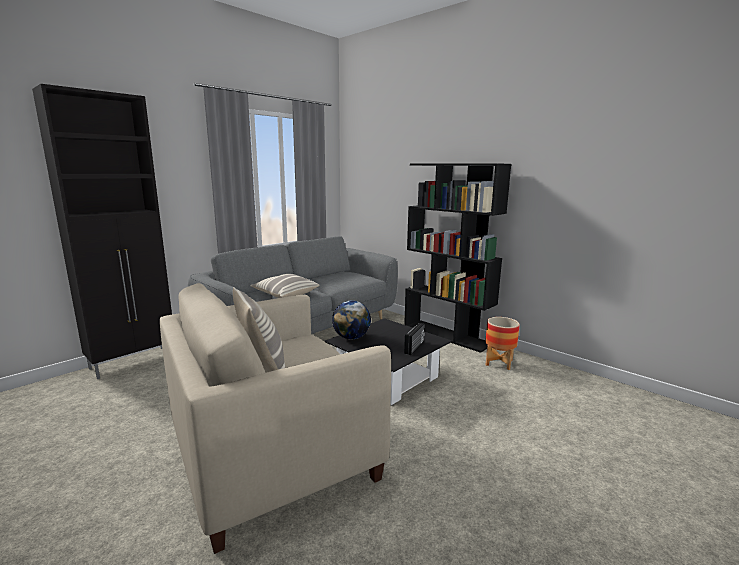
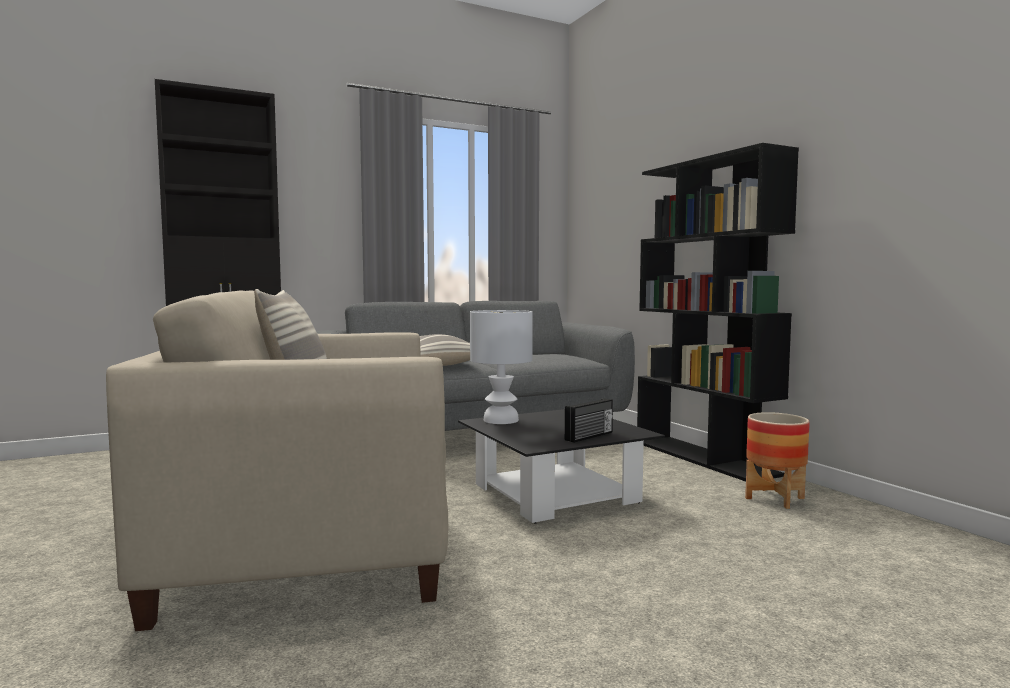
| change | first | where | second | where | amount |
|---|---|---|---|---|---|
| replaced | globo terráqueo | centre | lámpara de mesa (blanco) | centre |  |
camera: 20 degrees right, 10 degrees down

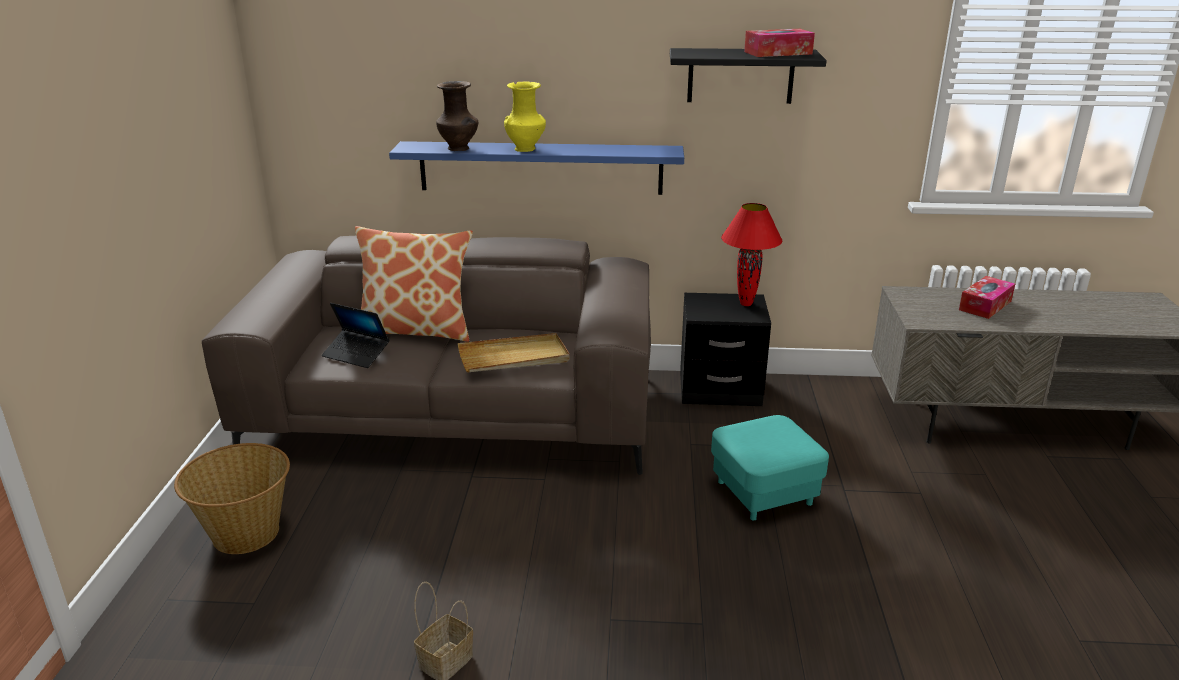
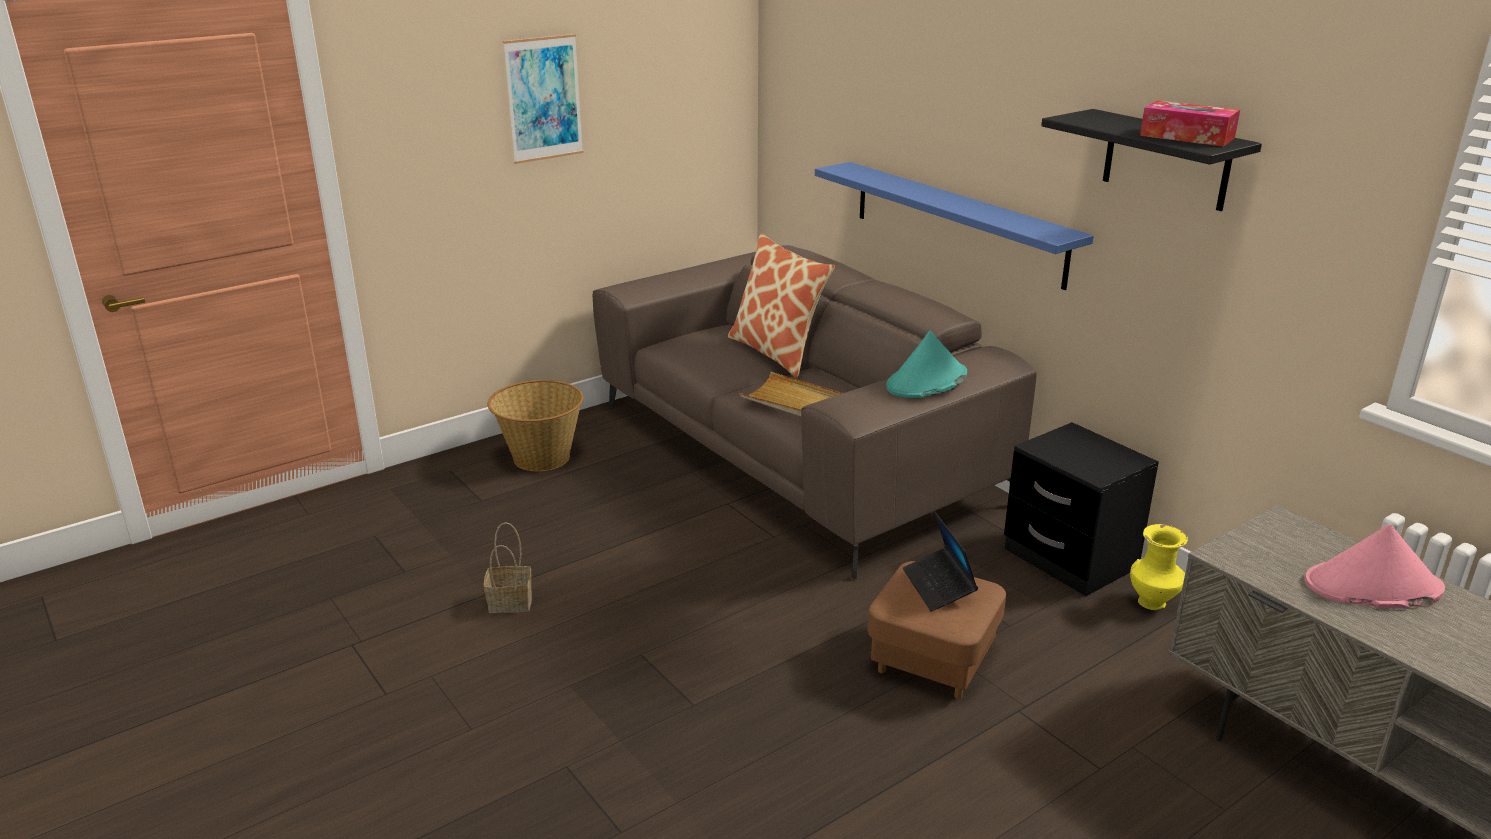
| change | first | where | second | where | amount |
|---|---|---|---|---|---|
| removed | florero (marrón) | top centre |  |  |  |
| removed | lámpara de mesa (rojo) | centre |  |  |  |
| added |  |  | cuadro | top centre |  |
| added |  |  | sombrero (turquesa) | centre |  |
| moved | portátil | middle left |  | bottom centre |  |
| moved | florero (amarillo) | top centre |  | bottom right |  |
| replaced | caja de pañuelos (2nd from left) | middle right | sombrero (rosa) | bottom right |  |
| recoloured | puf (turquesa) | bottom centre | puf (marrón) | bottom centre |  |
camera: 50 degrees right, 0 degrees up

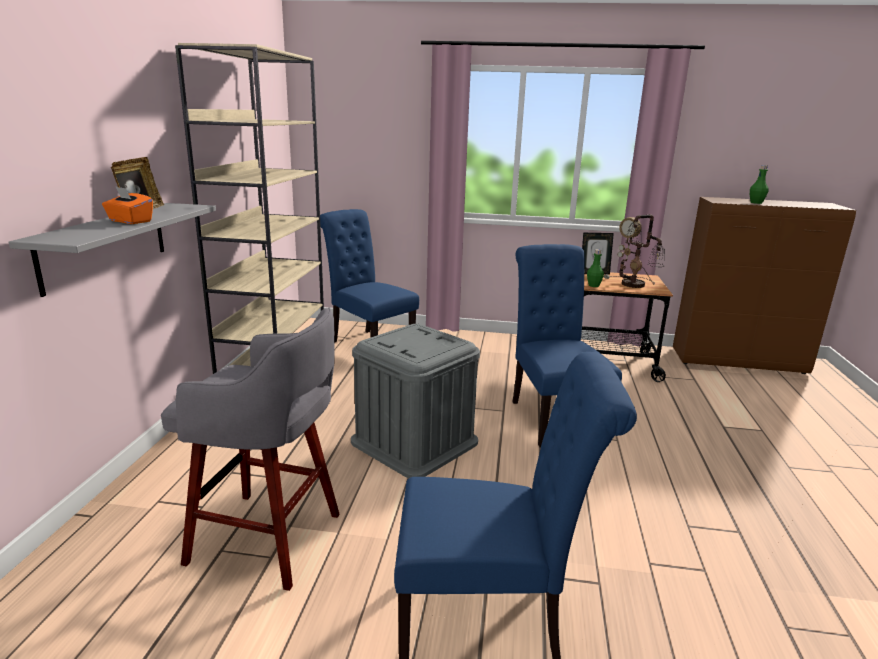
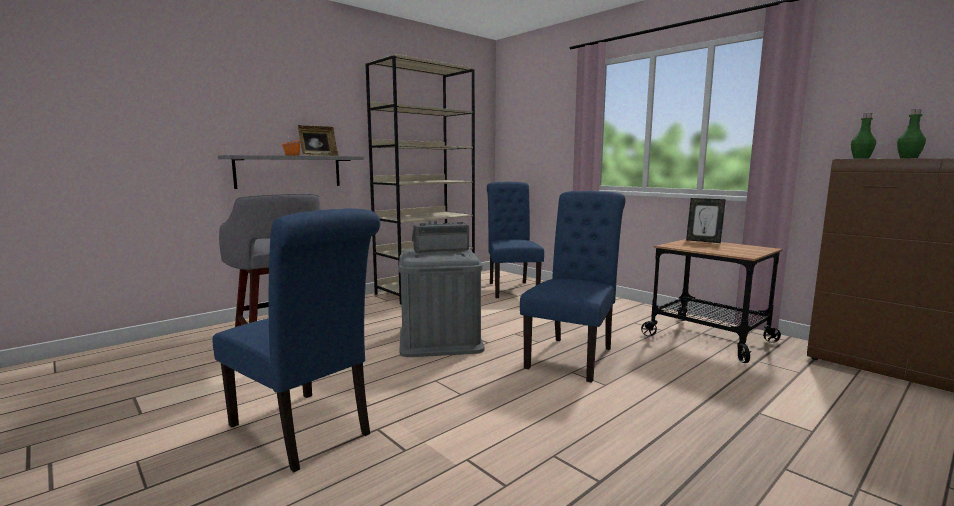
| change | first | where | second | where | amount |
|---|---|---|---|---|---|
| removed | lámpara de mesa | middle right |  |  |  |
| added |  |  | radio | centre |  |
| moved | botella (verde) (1st from left) | middle right |  | top right |  |
camera: 40 degrees right, 10 degrees down

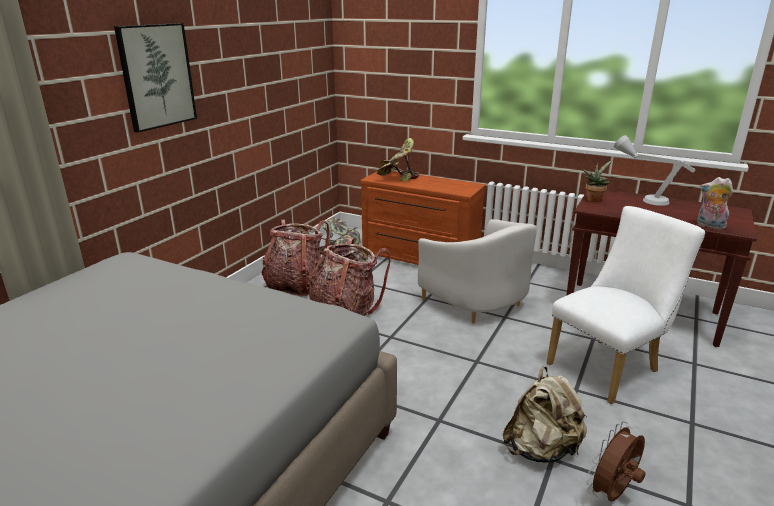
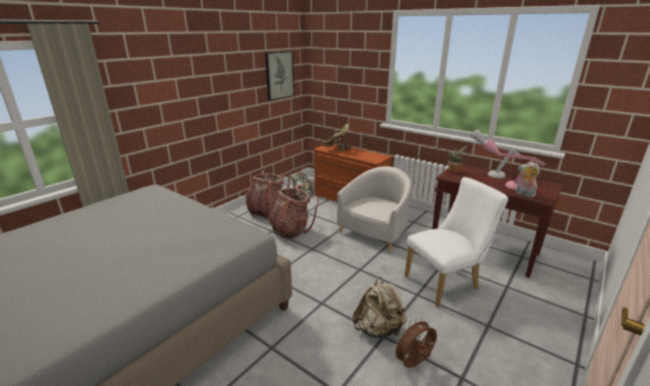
| change | first | where | second | where | amount |
|---|---|---|---|---|---|
| added |  |  | lámpara de mesa (rosa) | middle right |  |
| moved | cuadro | top left |  | top centre |  |
| turned | sillón (blanco) | centre |  | centre | 120 degrees counterclockwise |
camera: 10 degrees right, 0 degrees up

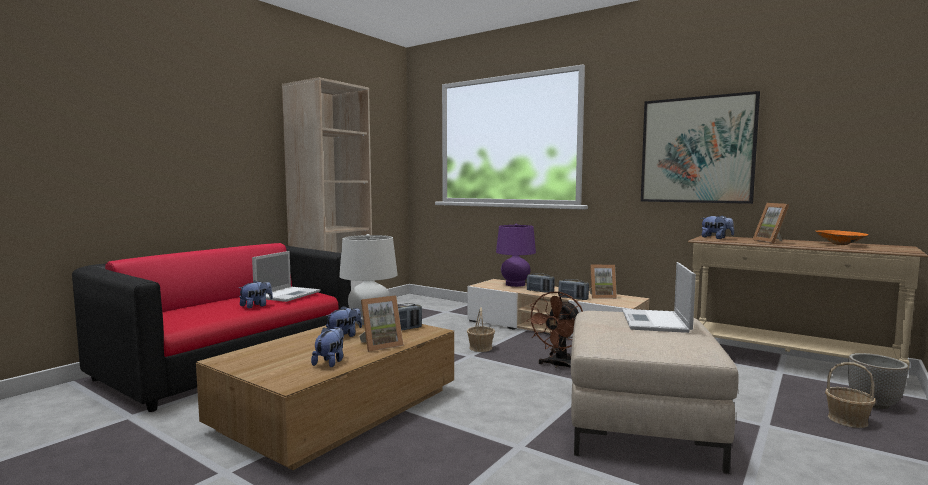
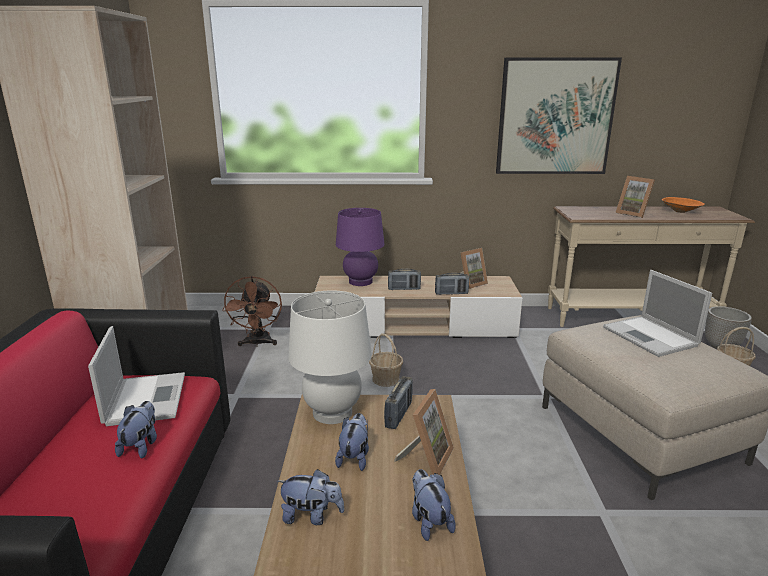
| change | first | where | second | where | amount |
|---|---|---|---|---|---|
| moved | ventilador (marrón) | bottom centre |  | middle left |  |
| moved | peluche (4th from left in the first image) | middle right | peluche (2nd from left) | bottom centre |  |
camera: 35 degrees left, 15 degrees up

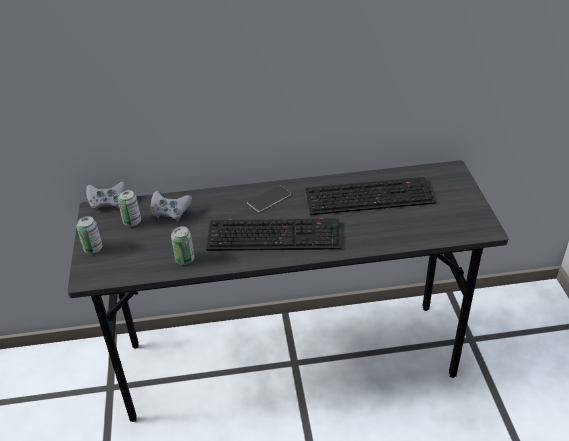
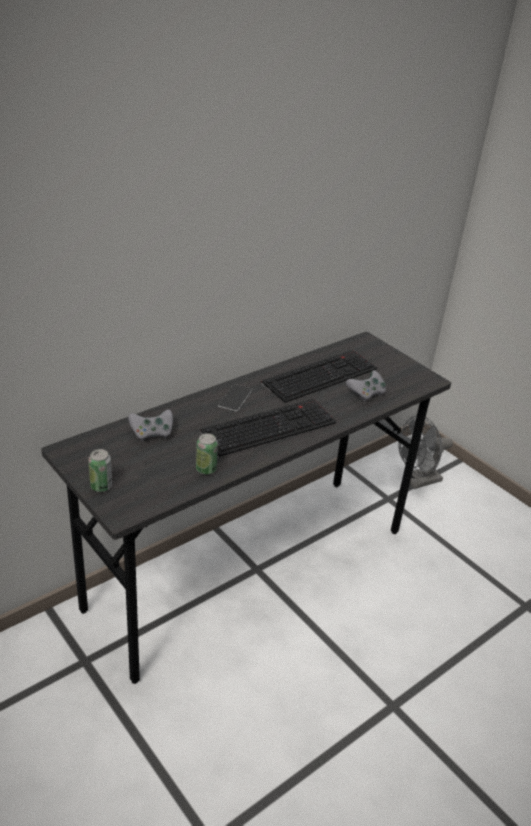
| change | first | where | second | where | amount |
|---|---|---|---|---|---|
| removed | lata (2nd from left) | middle left |  |  |  |
| added |  |  | ventilador (gris) | middle right |  |
| moved | mando de consola (gris) (1st from left in the first image) | middle left | mando de consola (gris) (2nd from left) | middle right |  |
camera: 35 degrees left, 5 degrees down

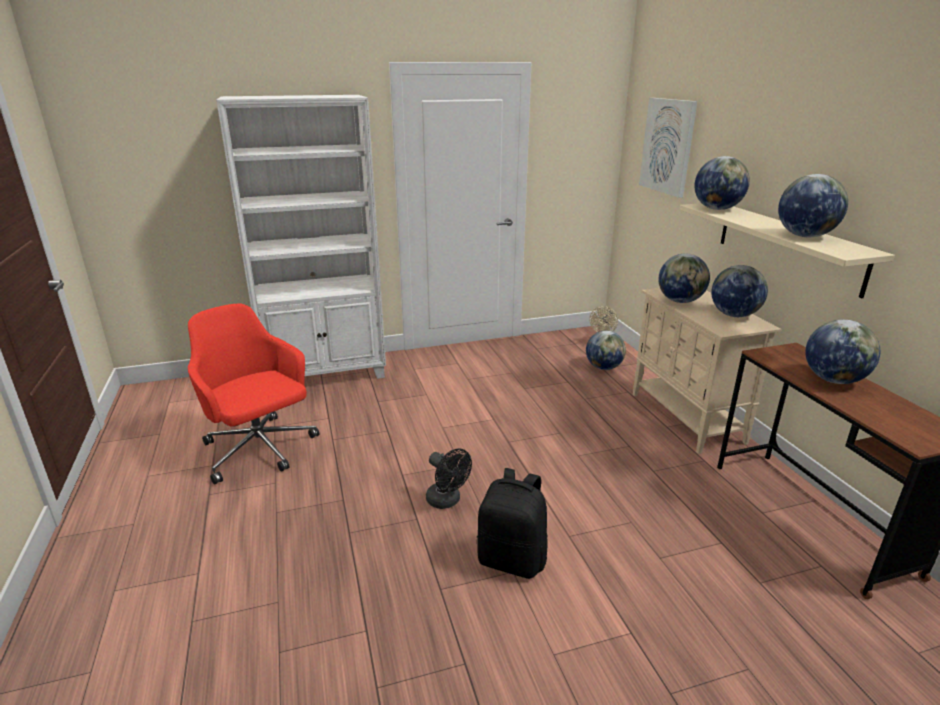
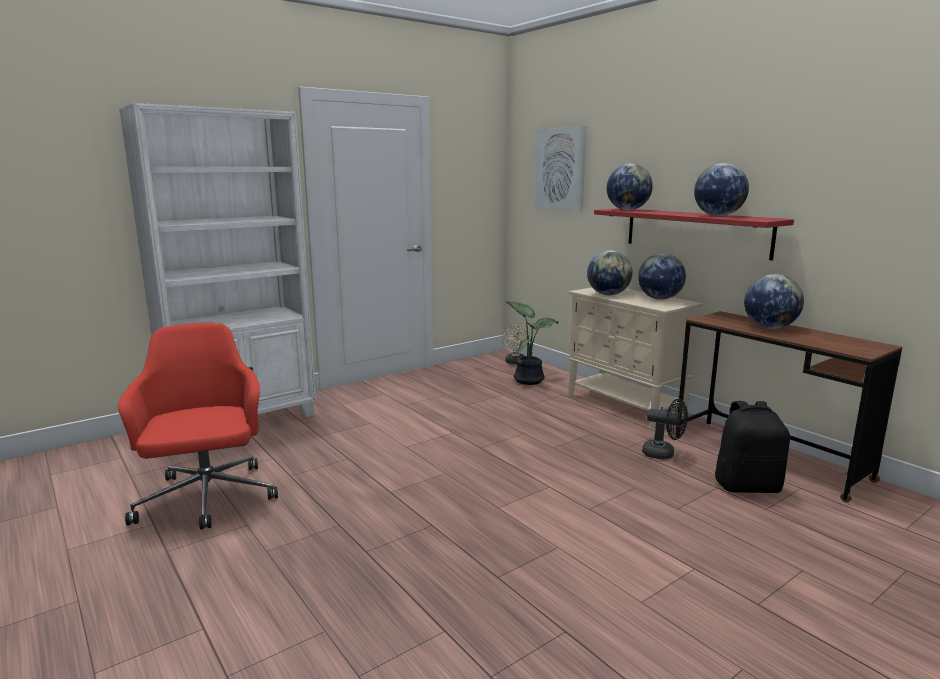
| change | first | where | second | where | amount |
|---|---|---|---|---|---|
| moved | ventilador (negro) | bottom centre |  | middle right |  |
| moved | mochila (negro) | bottom centre |  | middle right |  |
| replaced | globo terráqueo (1st from left) | centre | planta en maceta | centre |  |
| recoloured | estante (beis) | middle right | estante (rojo) | middle right |  |
| turned | silla de oficina (rojo) | middle left |  | middle left | 45 degrees clockwise |
camera: 20 degrees left, 10 degrees down

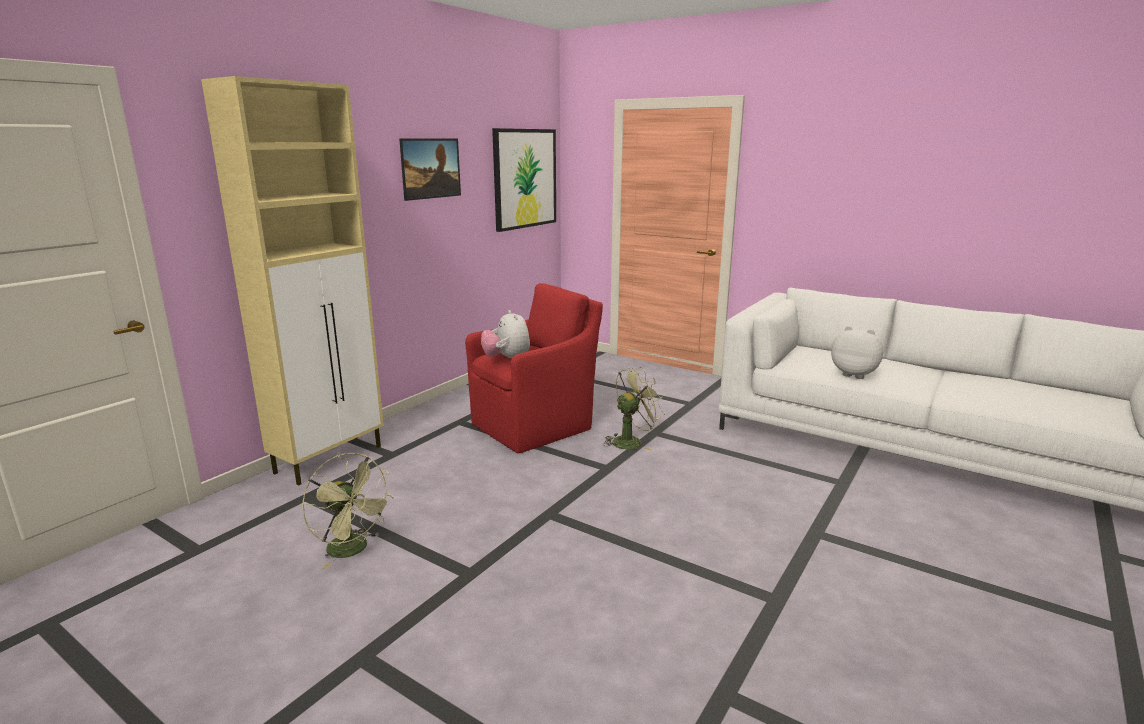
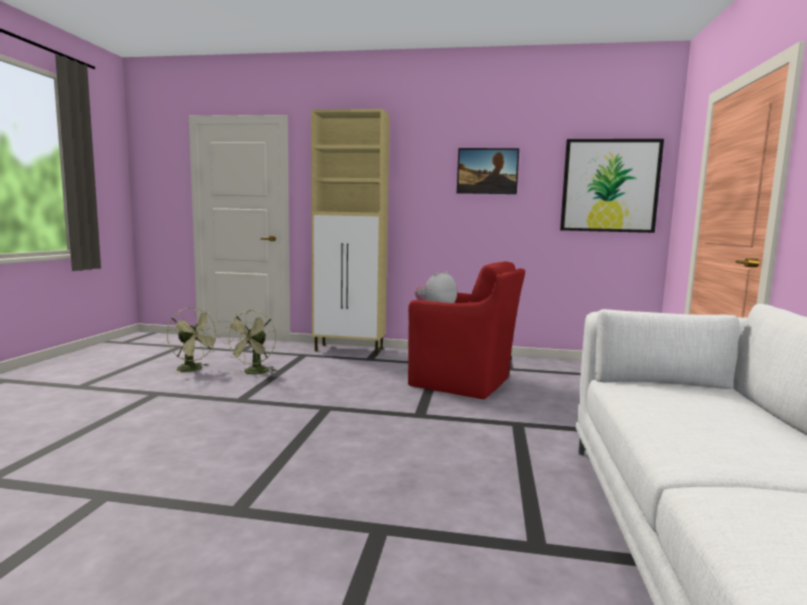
| change | first | where | second | where | amount |
|---|---|---|---|---|---|
| removed | peluche (2nd from left) | middle right |  |  |  |
| moved | ventilador (verde) (2nd from left in the first image) | centre | ventilador (verde) (1st from left) | middle left |  |
camera: 65 degrees right, 10 degrees down

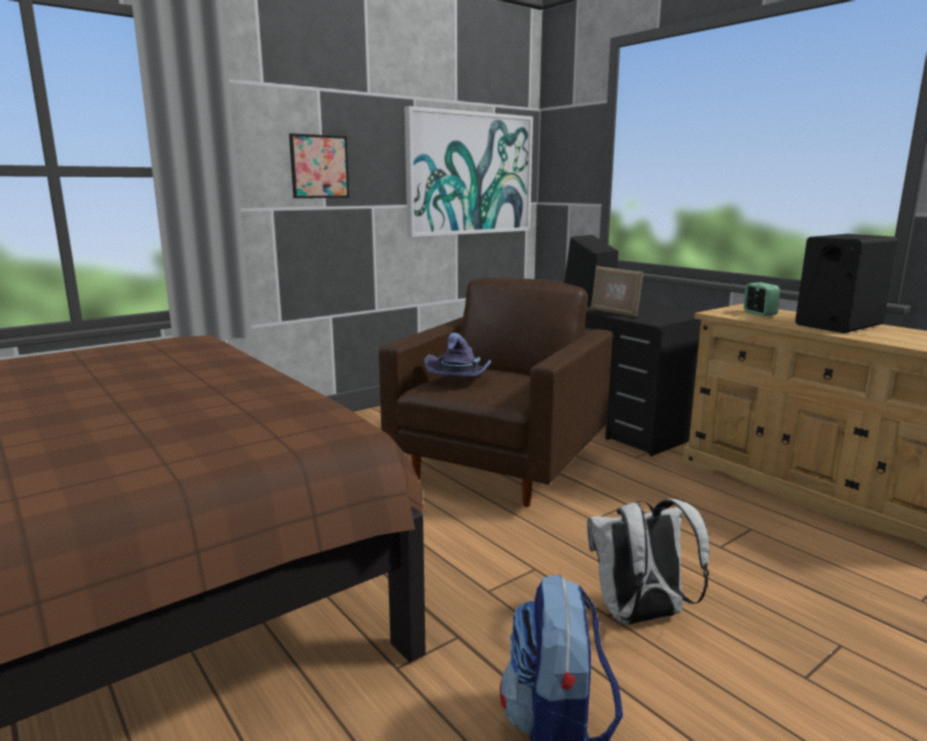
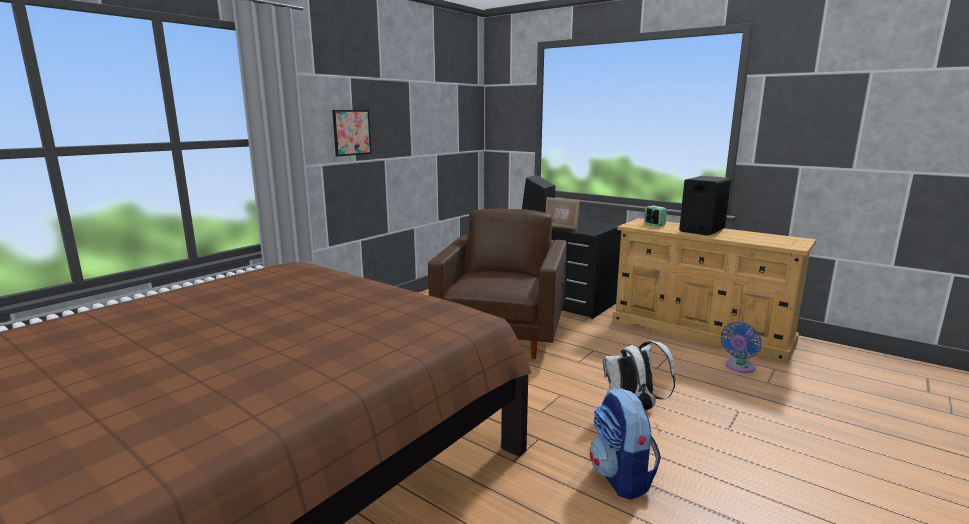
| change | first | where | second | where | amount |
|---|---|---|---|---|---|
| removed | cuadro (2nd from left) | top centre |  |  |  |
| removed | sombrero (morado) | centre |  |  |  |
| added |  |  | ventilador (azul) | middle right |  |
camera: 15 degrees left, 0 degrees up

